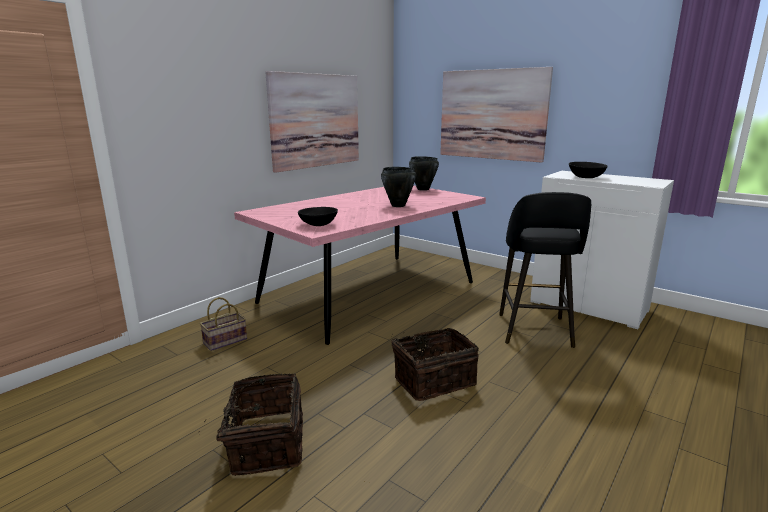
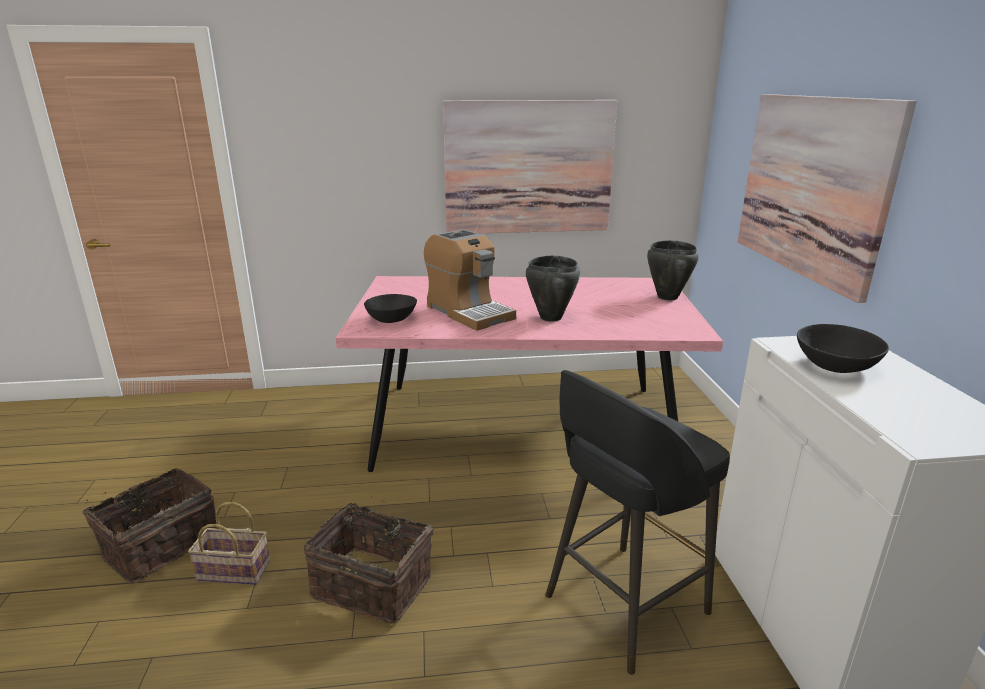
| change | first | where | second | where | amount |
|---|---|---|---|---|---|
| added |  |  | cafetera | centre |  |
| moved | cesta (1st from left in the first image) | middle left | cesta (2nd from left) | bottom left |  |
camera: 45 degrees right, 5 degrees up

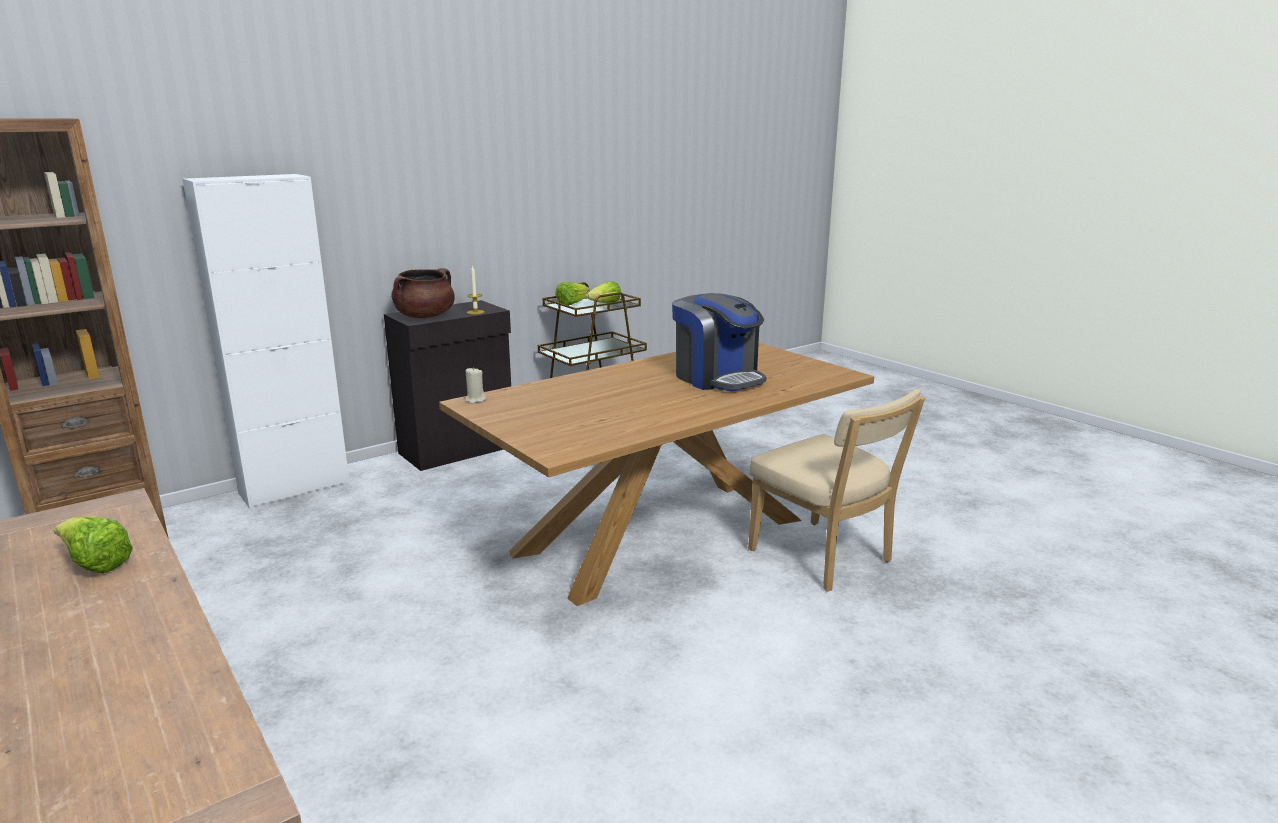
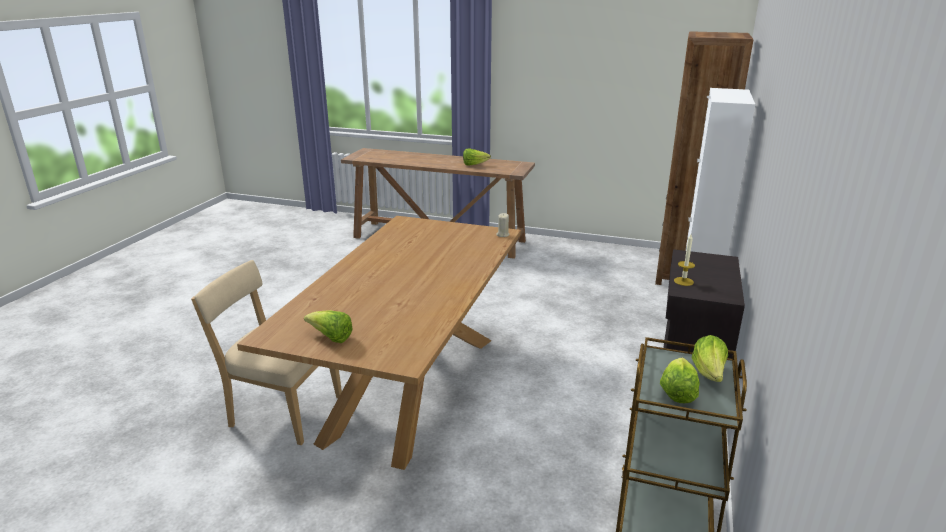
| change | first | where | second | where | amount |
|---|---|---|---|---|---|
| removed | olla (marrón) | middle left |  |  |  |
| removed | cafetera | centre |  |  |  |
| added |  |  | lechuga (1st from left) | centre |  |
camera: 145 degrees right, 5 degrees up

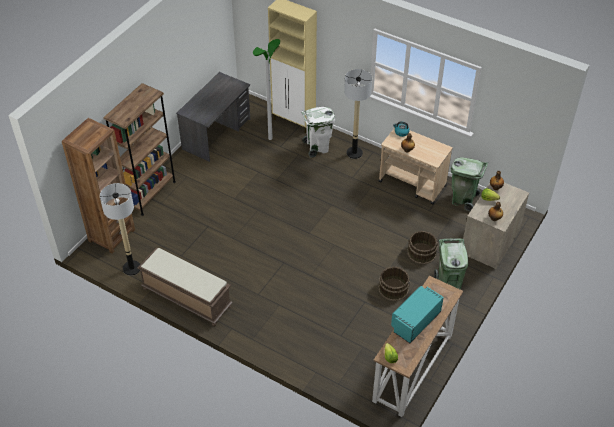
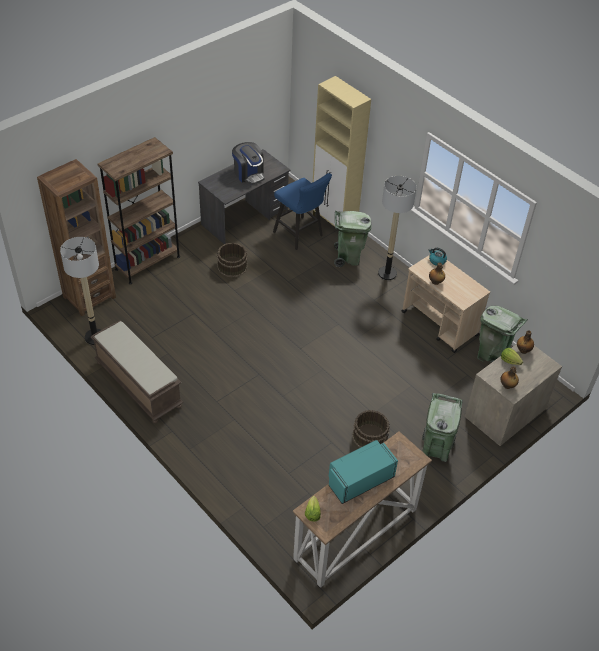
| change | first | where | second | where | amount |
|---|---|---|---|---|---|
| added |  |  | cafetera | top centre |  |
| moved | cubo (marrón) (2nd from left in the first image) | middle right | cubo (marrón) (1st from left) | centre |  |
| replaced | lámpara de pie (2nd from left) | top centre | taburete (azul) | top centre |  |
| recoloured | papelera (blanco) | top centre | papelera (verde) (1st from left) | centre |  |
camera: 15 degrees right, 0 degrees up

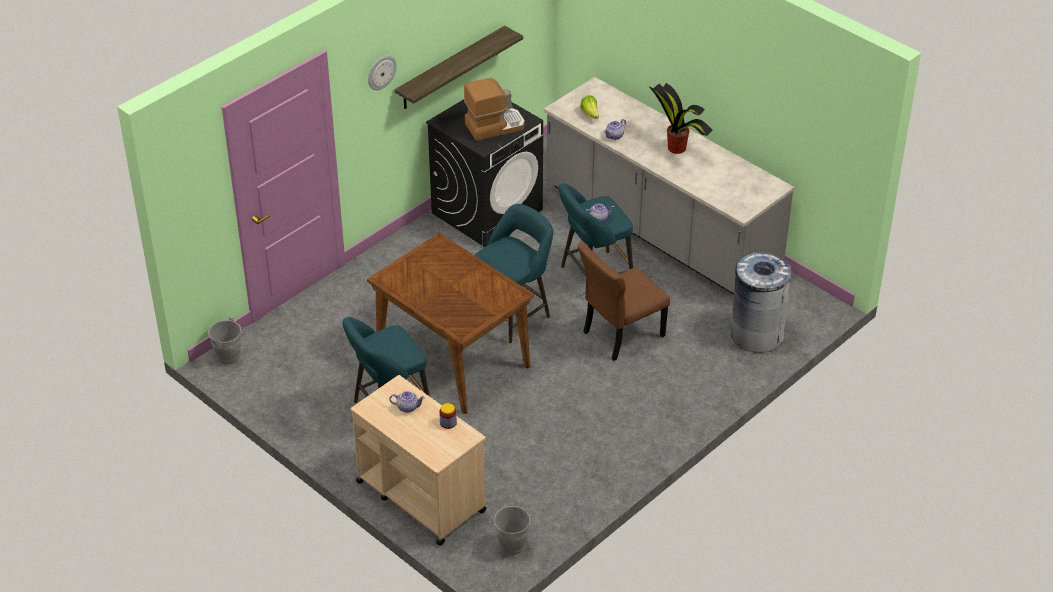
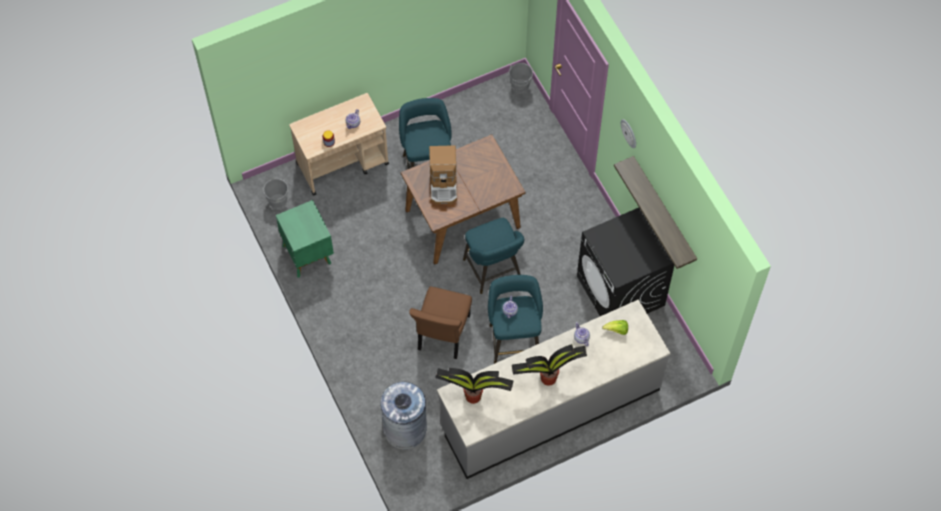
| change | first | where | second | where | amount |
|---|---|---|---|---|---|
| added |  |  | mesita de noche (verde) | middle left |  |
| added |  |  | planta en maceta (1st from left) | bottom centre |  |
| moved | cafetera | top centre |  | centre |  |
| turned | silla (marrón) | centre |  | centre | 150 degrees counterclockwise |
camera: 110 degrees right, 20 degrees up

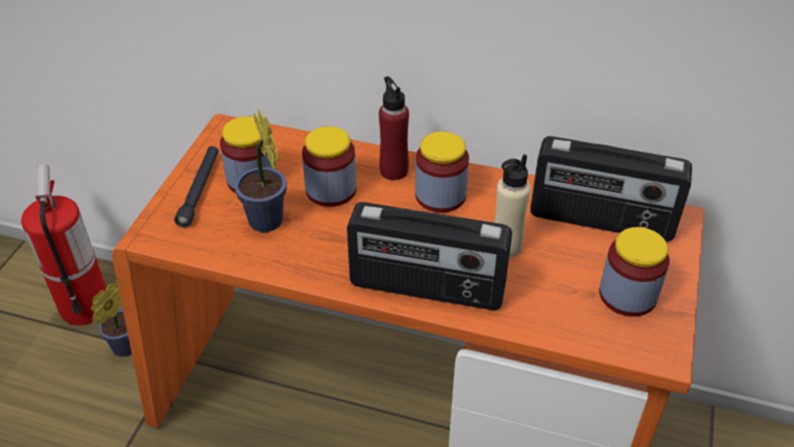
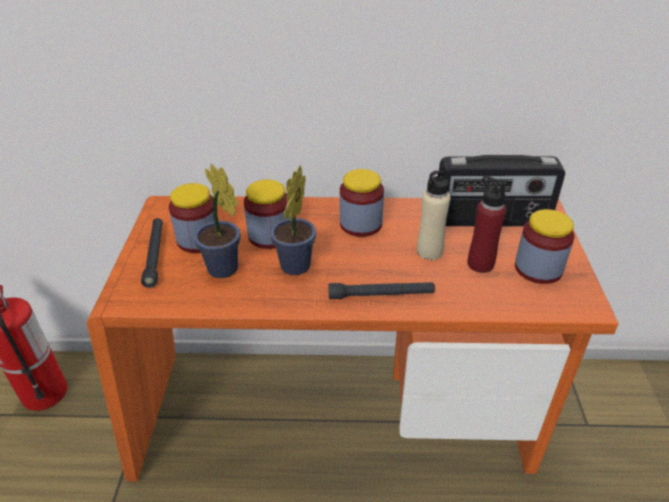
| change | first | where | second | where | amount |
|---|---|---|---|---|---|
| moved | planta en maceta (1st from left in the first image) | bottom left | planta en maceta (2nd from left) | centre |  |
| moved | botella (rojo) | top centre |  | middle right |  |
| replaced | radio (1st from left) | centre | linterna (negro) (2nd from left) | centre |  |
camera: 15 degrees left, 5 degrees down

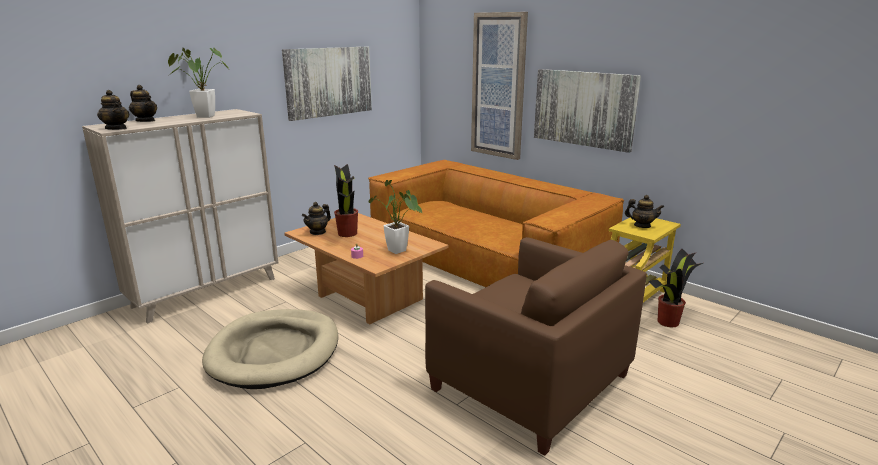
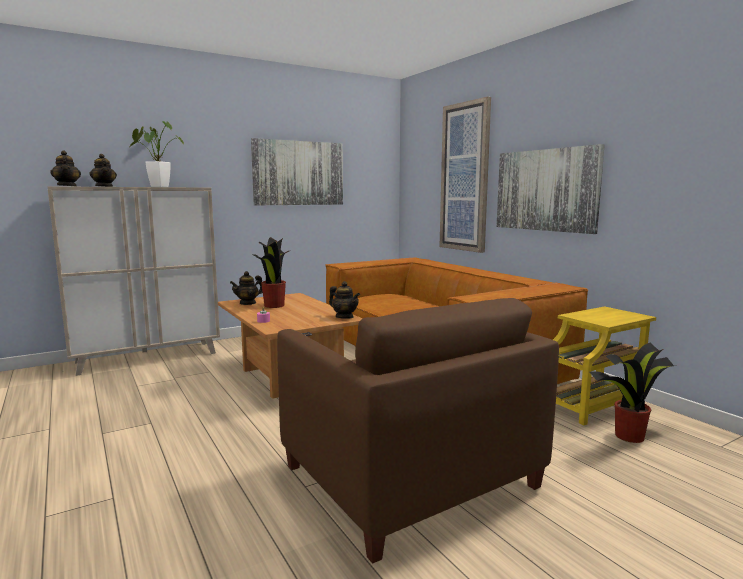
| change | first | where | second | where | amount |
|---|---|---|---|---|---|
| removed | cama para perro (beis) | bottom left |  |  |  |
| removed | planta en maceta (3rd from left) | centre |  |  |  |
| moved | tetera (4th from left) | middle right |  | centre |  |
camera: 15 degrees right, 10 degrees down

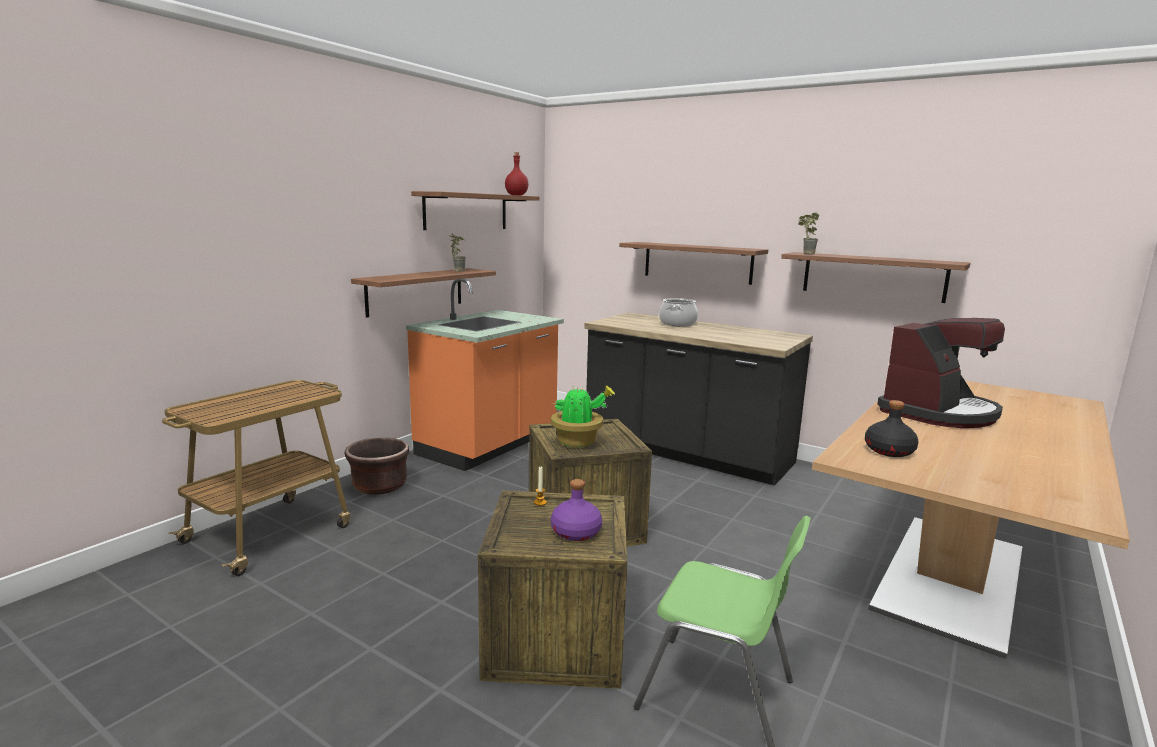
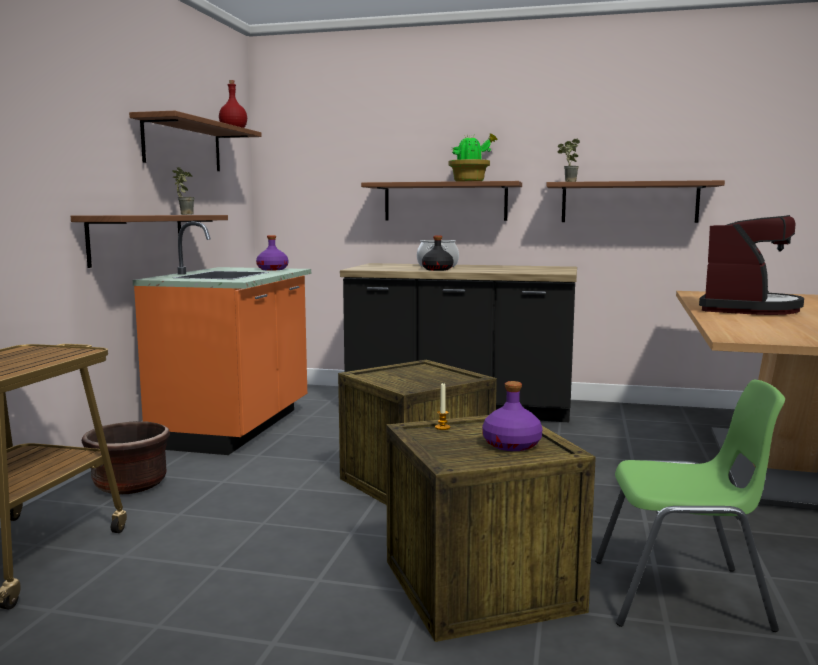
| change | first | where | second | where | amount |
|---|---|---|---|---|---|
| added |  |  | botella (morado) (1st from left) | middle left |  |
| moved | planta en maceta (2nd from left) | centre |  | top centre |  |
| moved | botella (negro) | middle right |  | centre |  |
camera: 20 degrees left, 5 degrees down

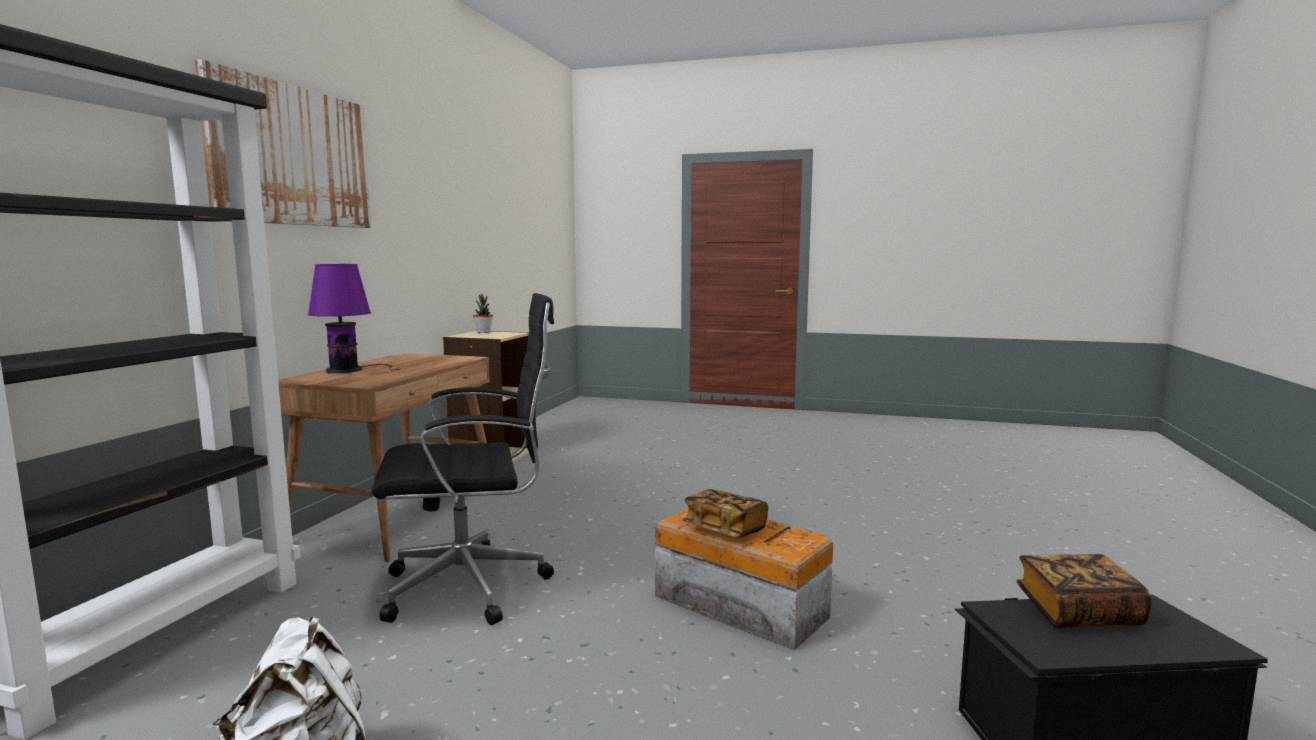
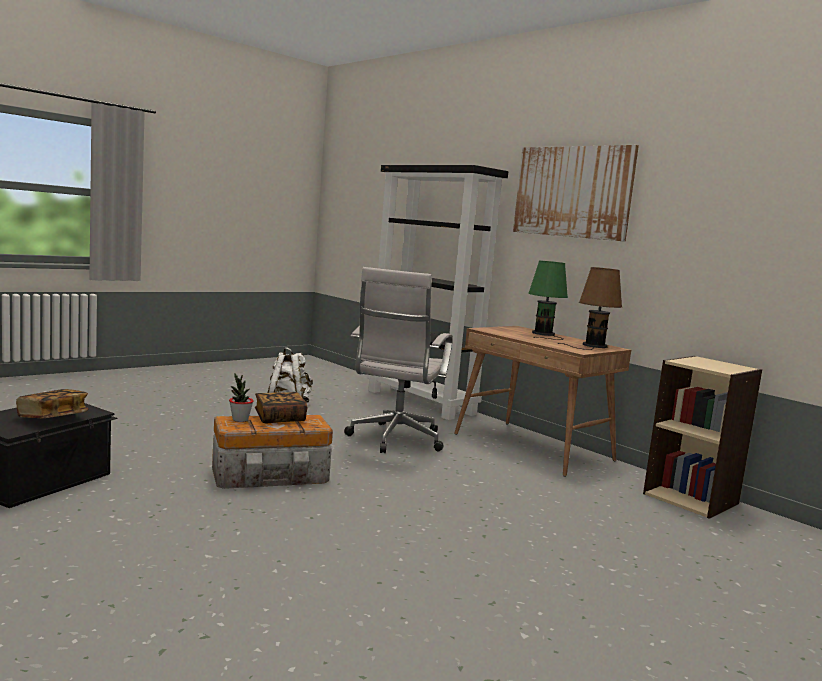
| change | first | where | second | where | amount |
|---|---|---|---|---|---|
| added |  |  | lámpara de mesa (marrón) | middle right |  |
| moved | planta en maceta | centre |  | middle left |  |
| recoloured | lámpara de mesa (morado) | middle left | lámpara de mesa (verde) | middle right |  |
| recoloured | silla de oficina (negro) | centre | silla de oficina (blanco) | centre |  |
camera: 120 degrees right, 0 degrees up

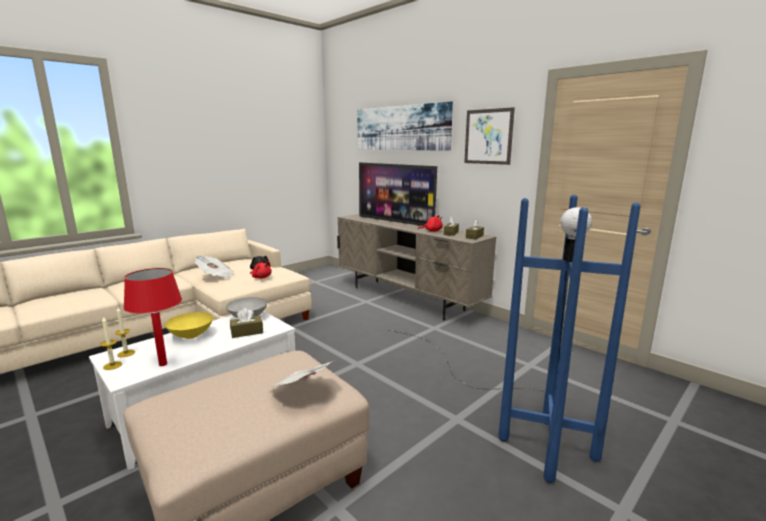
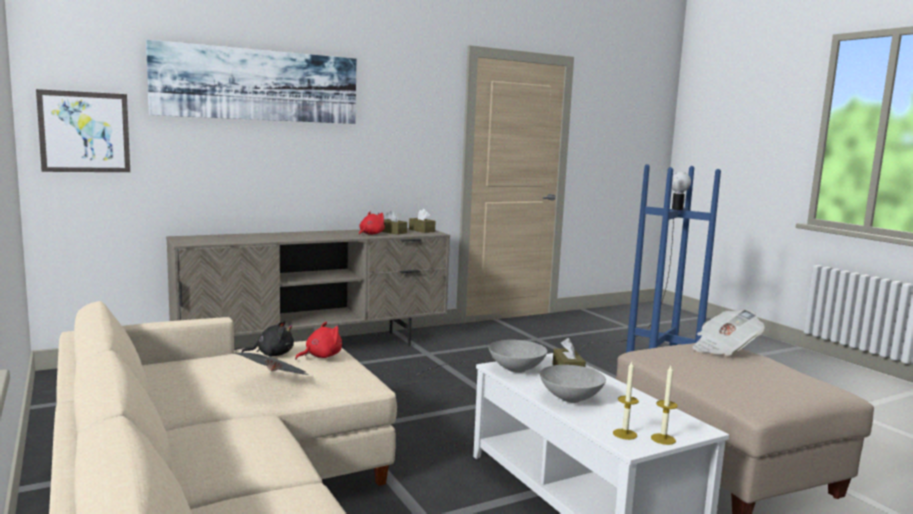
| change | first | where | second | where | amount |
|---|---|---|---|---|---|
| removed | lámpara de mesa (rojo) | middle left |  |  |  |
| removed | televisor | centre |  |  |  |
| moved | cuadro (2nd from left in the first image) | top centre | cuadro (1st from left) | top left |  |
| recoloured | cuenco (amarillo) | middle left | cuenco (gris) (2nd from left) | bottom centre |  |
camera: 75 degrees left, 5 degrees down

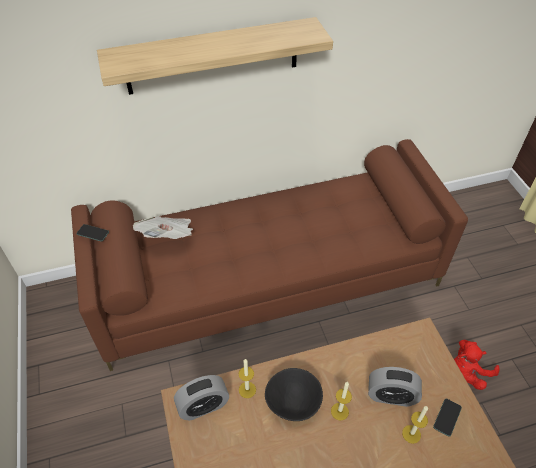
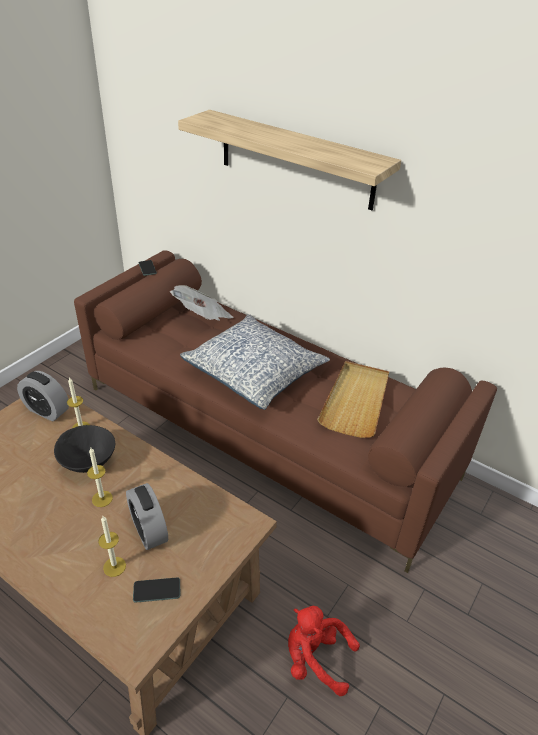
| change | first | where | second | where | amount |
|---|---|---|---|---|---|
| added |  |  | cojín | centre |  |
| added |  |  | bandeja (beis) | centre |  |
camera: 50 degrees right, 10 degrees down

